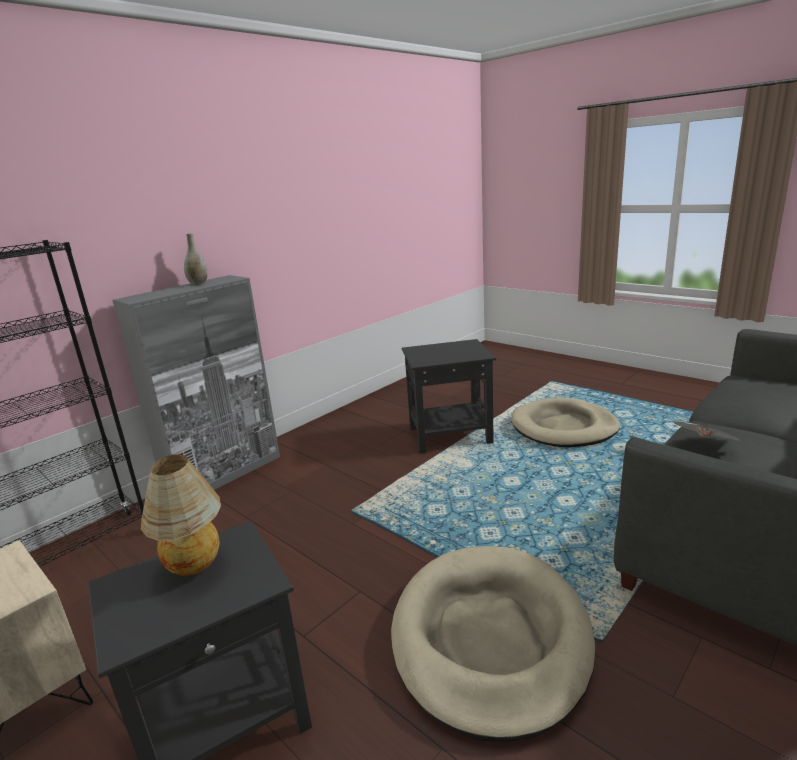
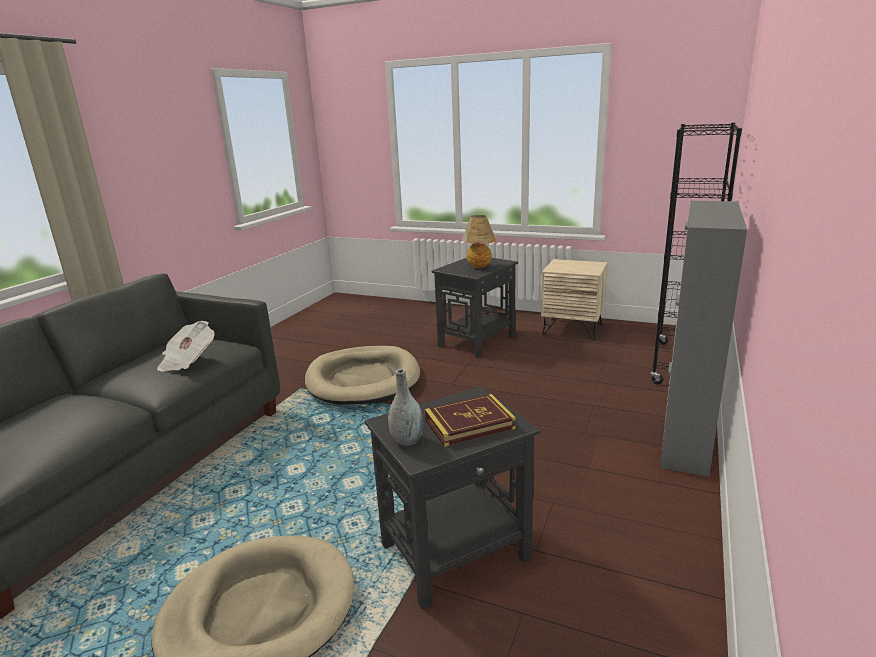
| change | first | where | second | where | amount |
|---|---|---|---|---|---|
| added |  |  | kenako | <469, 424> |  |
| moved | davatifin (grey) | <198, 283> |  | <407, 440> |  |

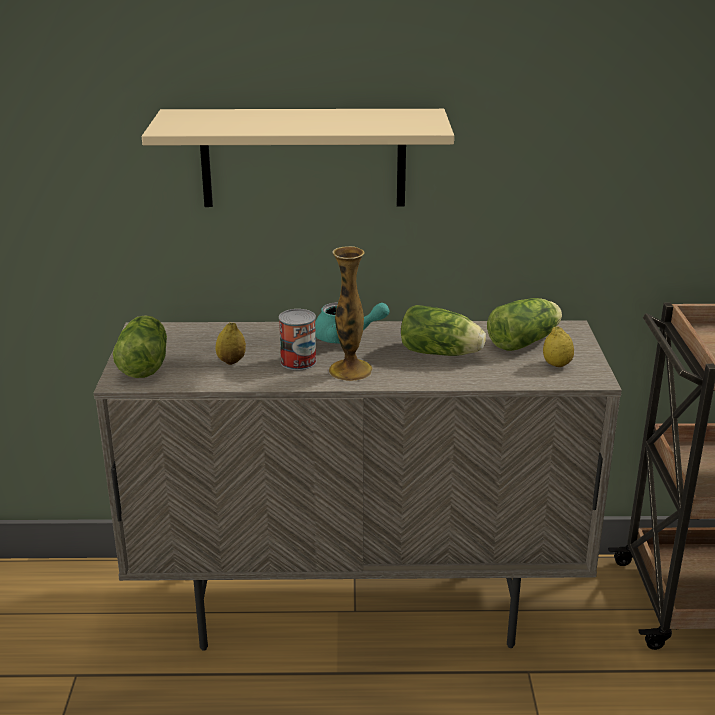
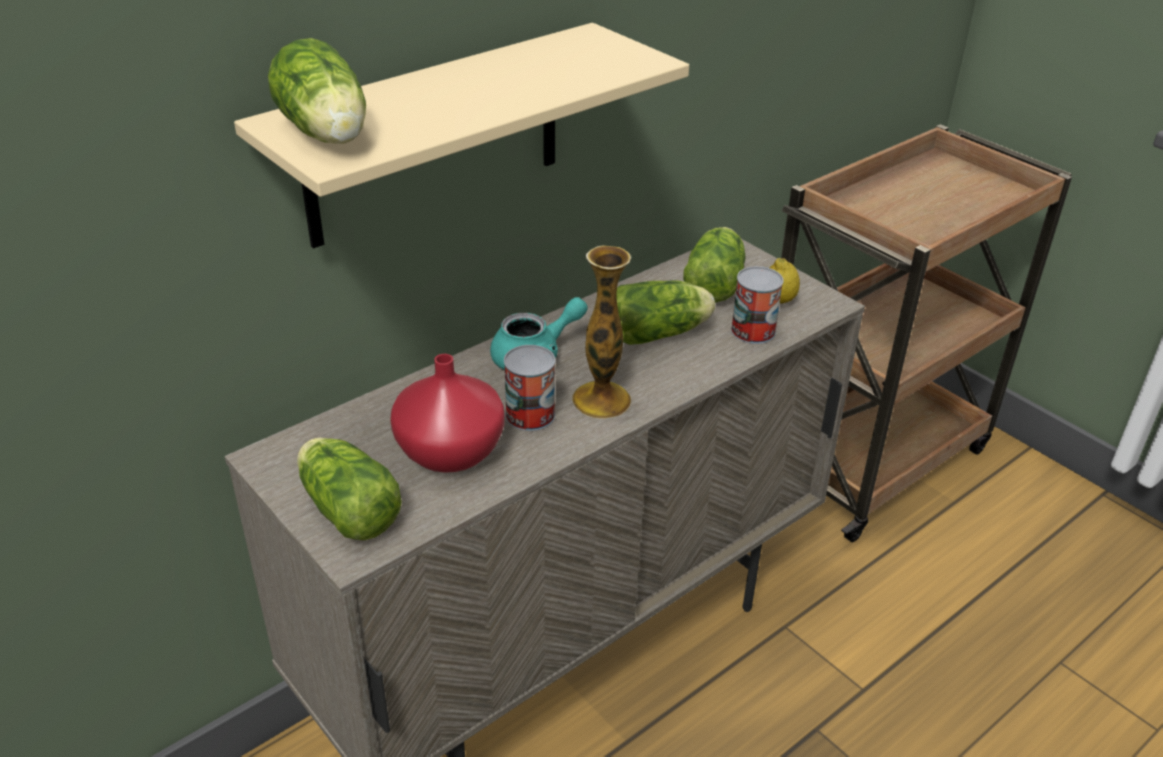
| change | first | where | second | where | amount |
|---|---|---|---|---|---|
| added |  |  | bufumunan | <327, 134> |  |
| added |  |  | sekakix | <753, 331> |  |
| replaced | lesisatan | <231, 361> | davatifin (red) | <452, 452> |  |

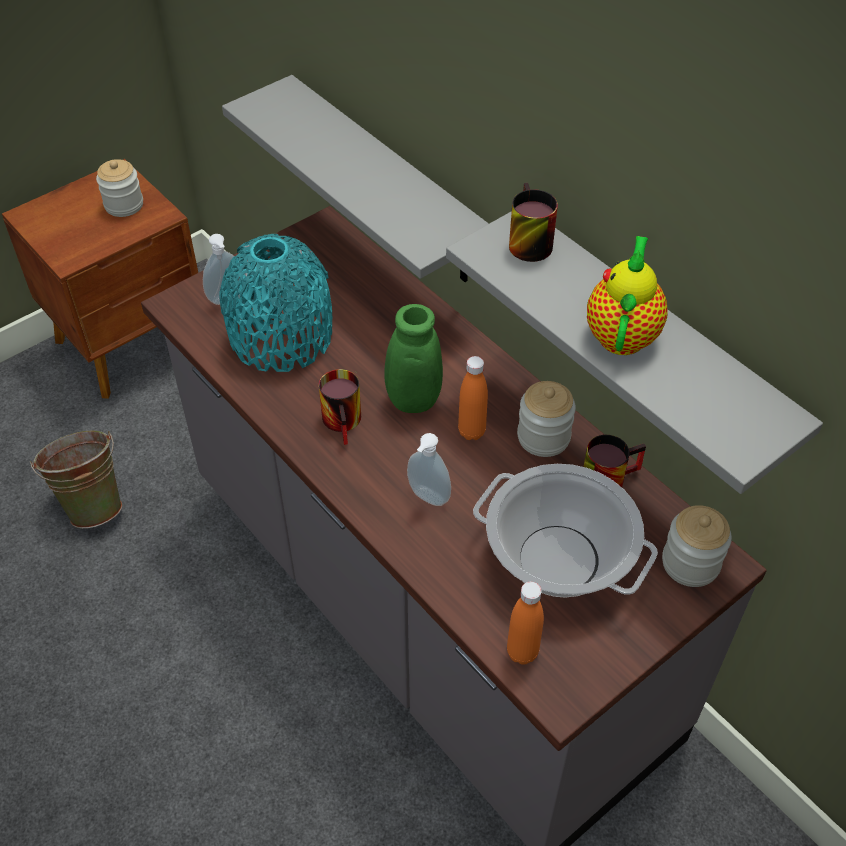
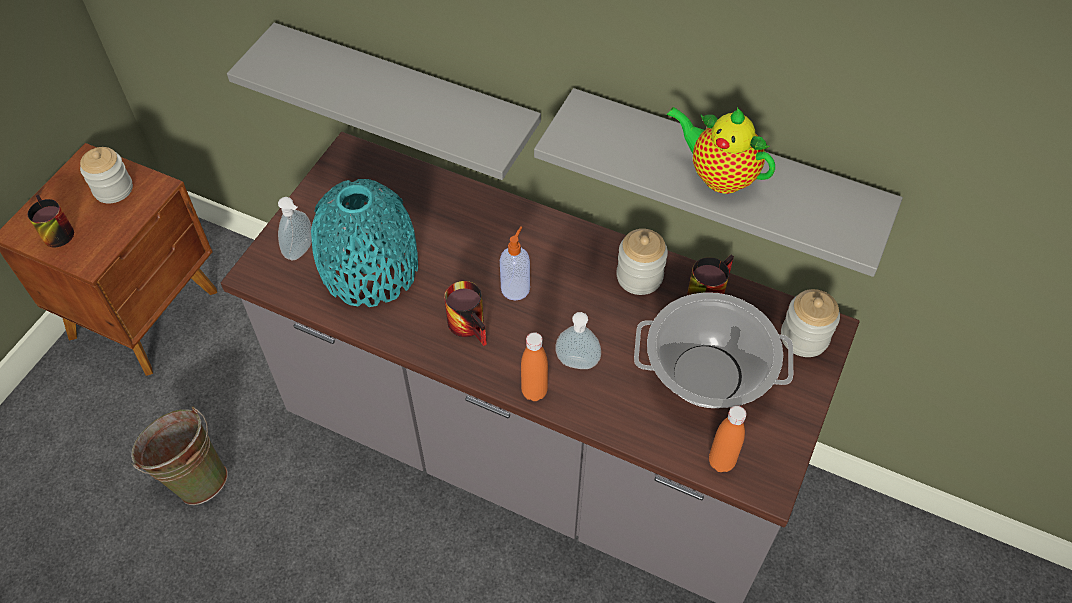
| change | first | where | second | where | amount |
|---|---|---|---|---|---|
| moved | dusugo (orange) | <471, 431> |  | <534, 391> |  |
| moved | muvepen | <525, 241> |  | <53, 232> |  |
| replaced | davatifin (green) | <410, 403> | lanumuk | <516, 288> |  |
| turned | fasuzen | <622, 333> |  | <718, 176> | 45 degrees counterclockwise |

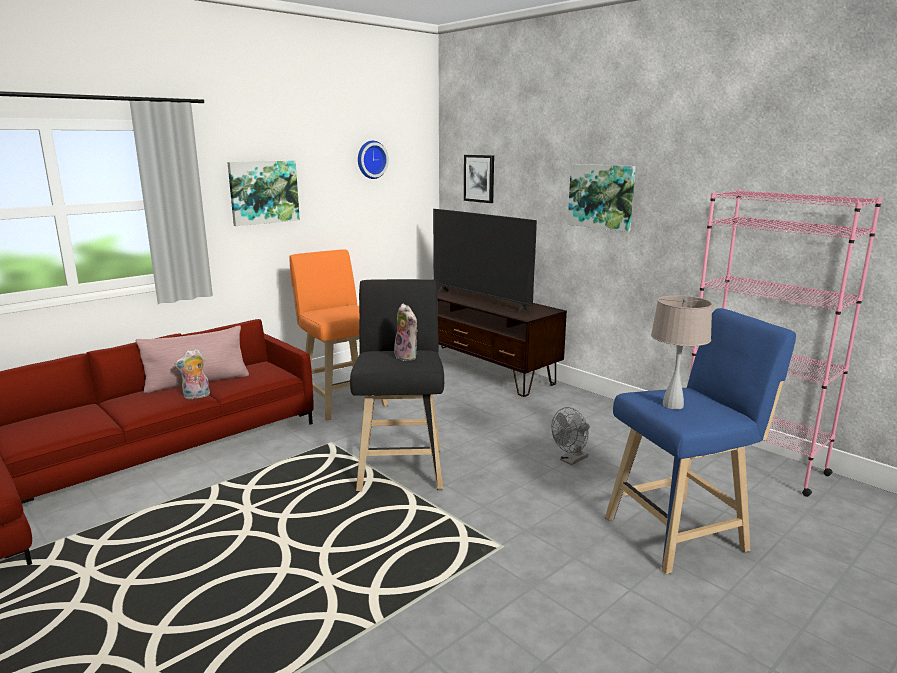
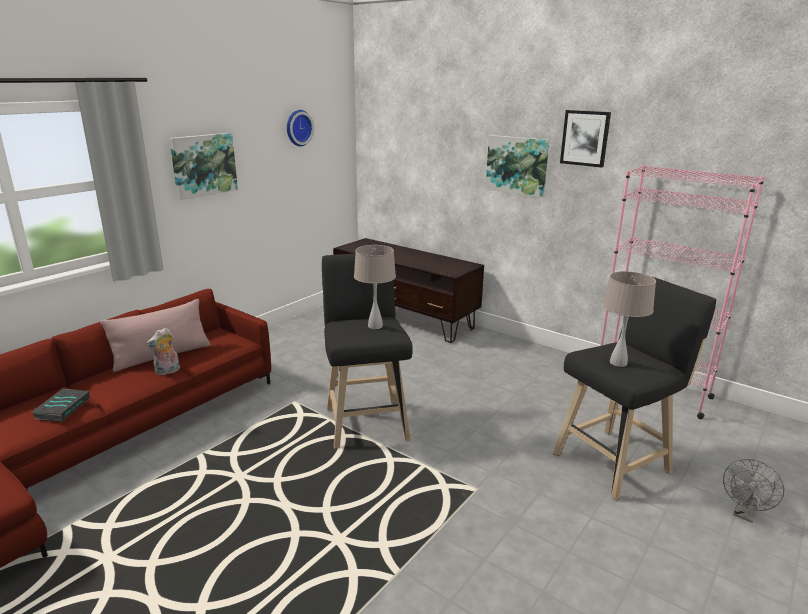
| change | first | where | second | where | amount |
|---|---|---|---|---|---|
| removed | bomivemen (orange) | <342, 400> |  |  |  |
| removed | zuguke | <481, 301> |  |  |  |
| added |  |  | kenako | <62, 408> |  |
| moved | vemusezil | <479, 178> |  | <585, 138> |  |
| moved | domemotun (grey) | <571, 460> |  | <745, 514> |  |
| replaced | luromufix | <408, 356> | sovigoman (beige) | <375, 326> |  |
| recoloured | bomivemen (blue) | <681, 533> | bomivemen (black) | <616, 461> |  |

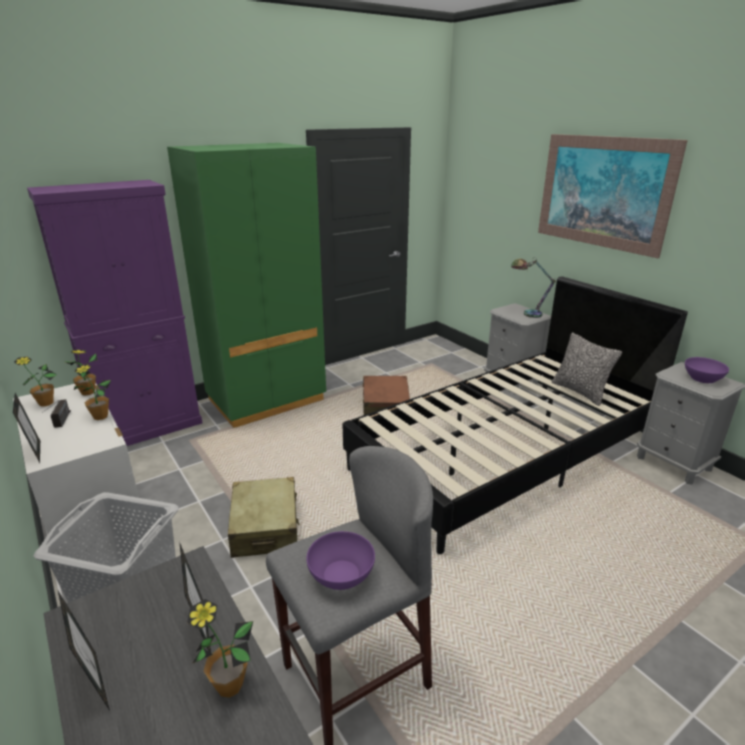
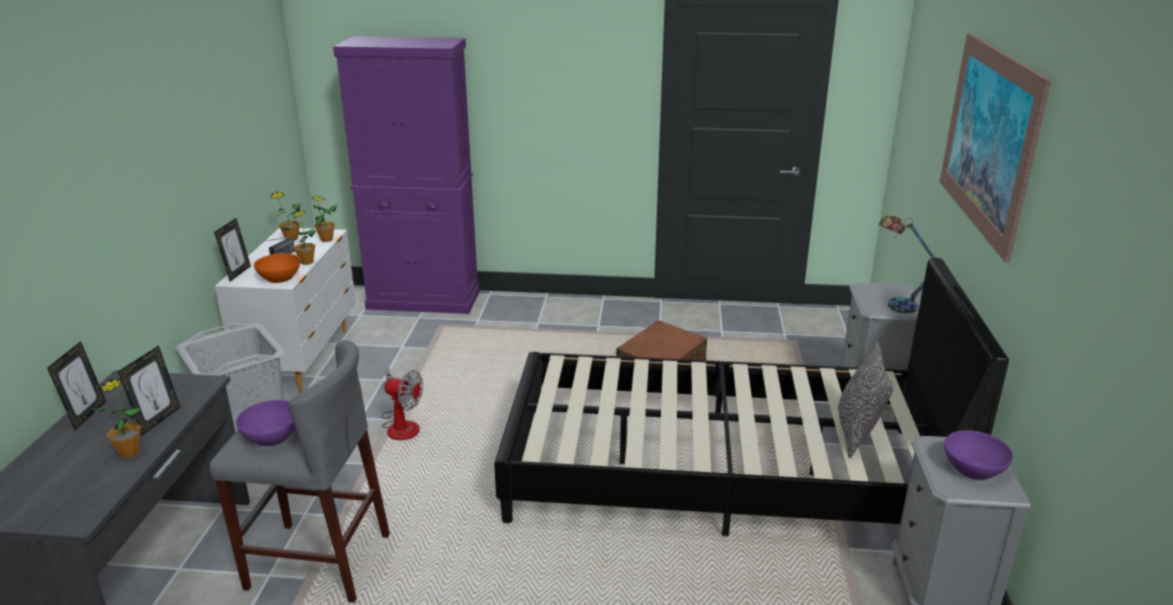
| change | first | where | second | where | amount |
|---|---|---|---|---|---|
| removed | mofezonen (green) | <266, 400> |  |  |  |
| added |  |  | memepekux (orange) | <280, 277> |  |
| replaced | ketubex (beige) | <265, 527> | domemotun | <401, 425> |  |

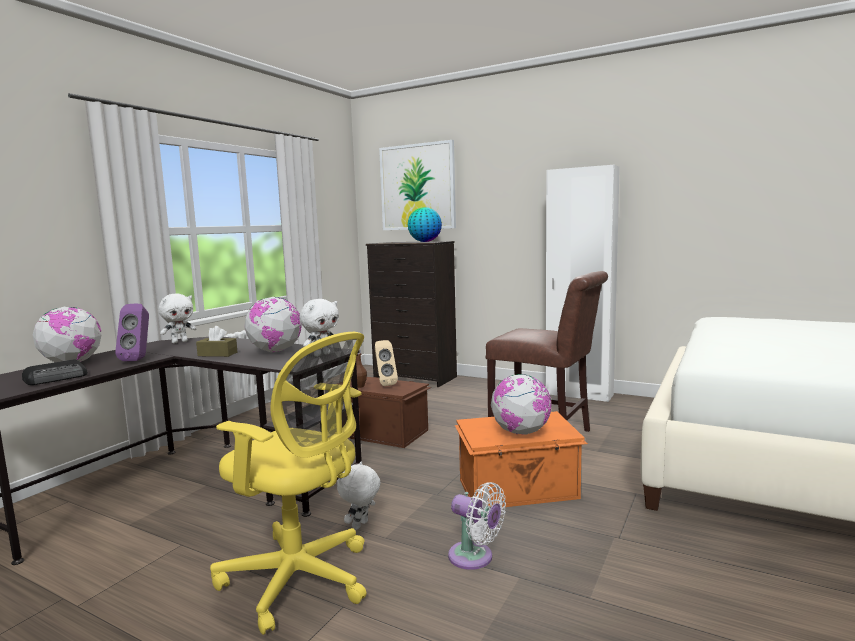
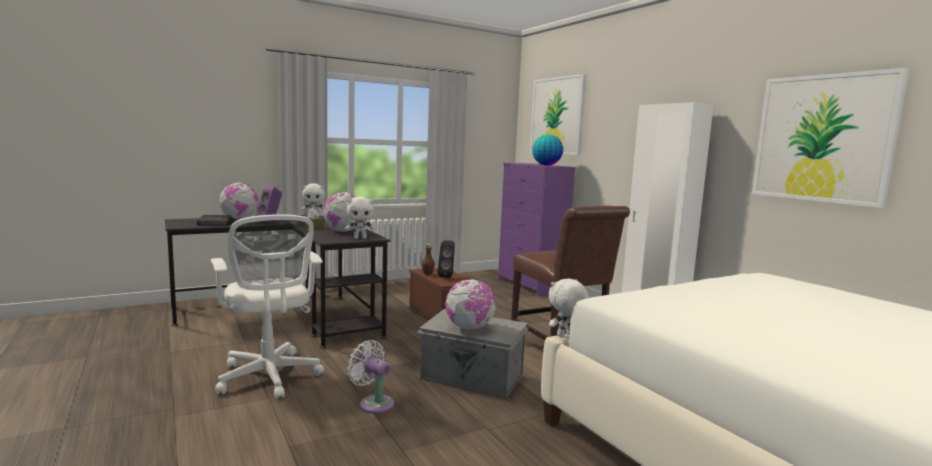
| change | first | where | second | where | amount |
|---|---|---|---|---|---|
| added |  |  | vemusezil | <823, 138> |  |
| moved | luromufix (white) | <361, 525> |  | <565, 335> |  |
| recoloured | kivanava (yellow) | <301, 580> | kivanava (white) | <269, 378> |  |
| recoloured | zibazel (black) | <415, 378> | zibazel (purple) | <530, 285> |  |
| recoloured | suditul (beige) | <384, 384> | suditul (black) | <446, 276> |  |
| recoloured | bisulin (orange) | <519, 490> | bisulin (grey) | <472, 378> |  |
| turned | domemotun (white) | <474, 558> |  | <373, 403> | 150 degrees clockwise |

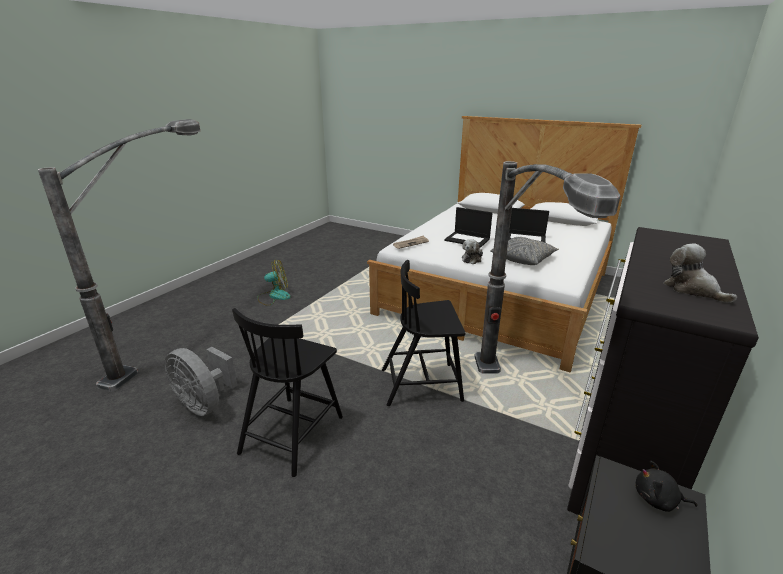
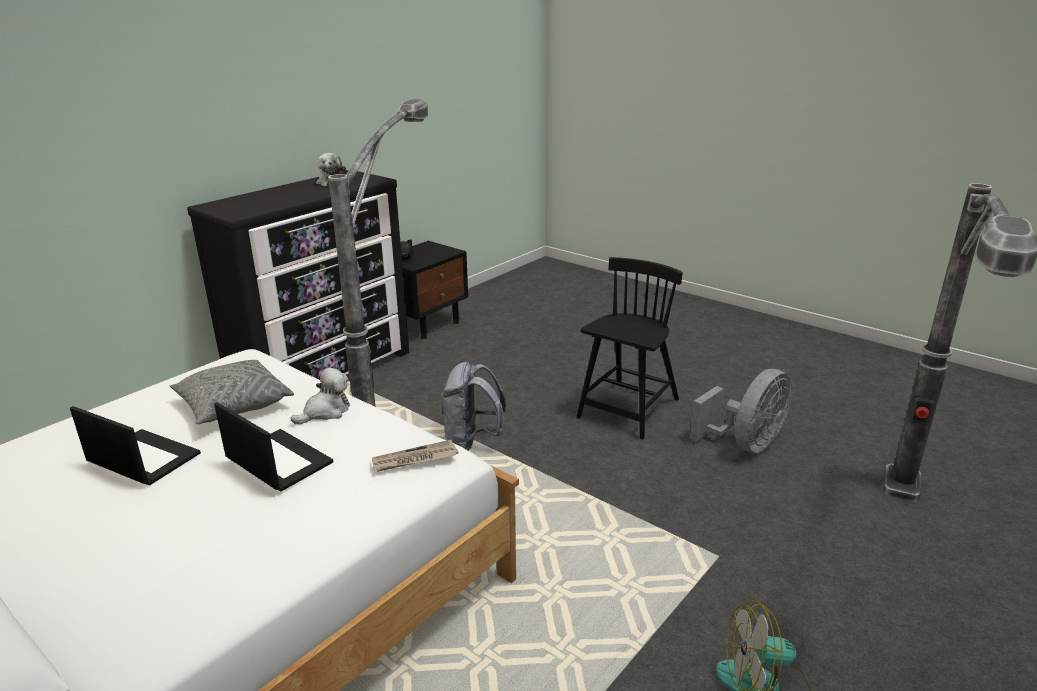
| change | first | where | second | where | amount |
|---|---|---|---|---|---|
| replaced | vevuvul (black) | <422, 384> | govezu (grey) | <472, 441> |  |
| turned | domemotun (grey) | <204, 404> |  | <746, 444> | 90 degrees clockwise |

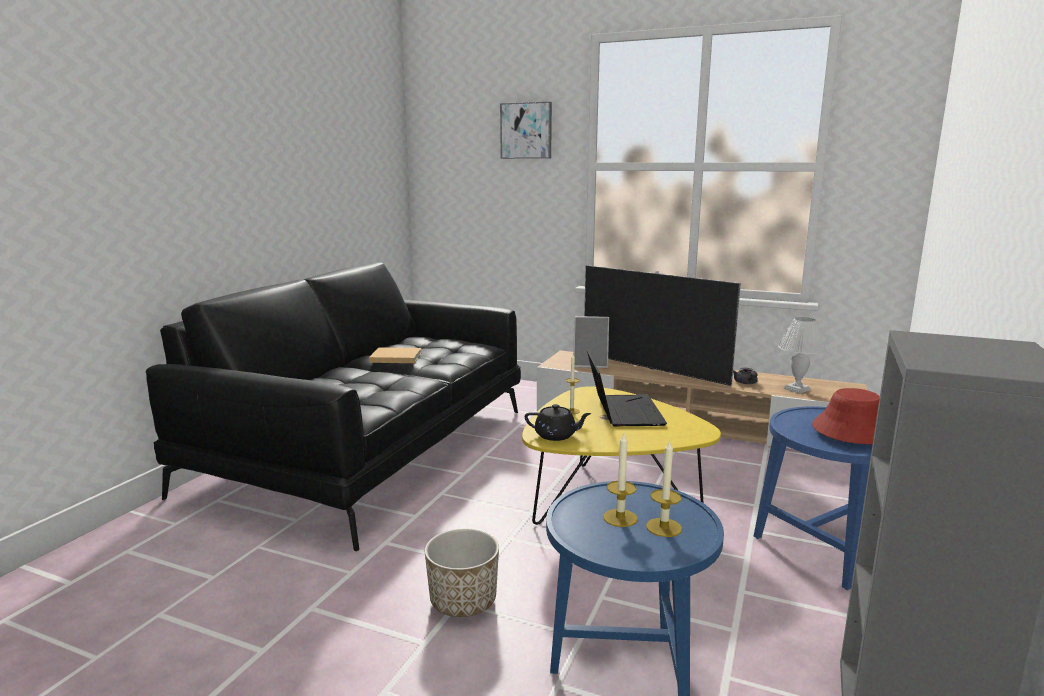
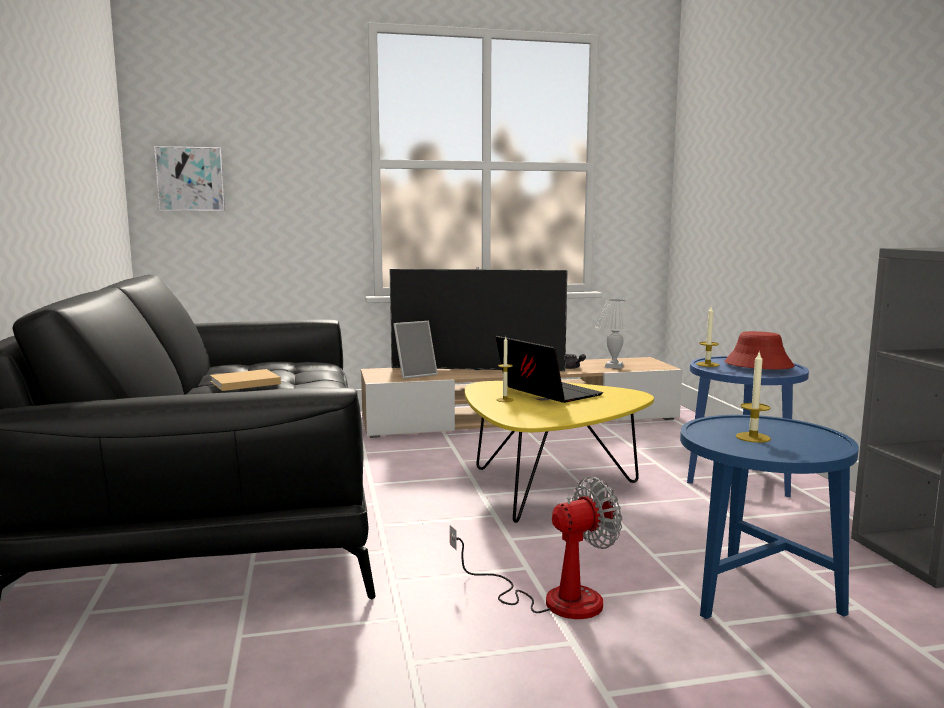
| change | first | where | second | where | amount |
|---|---|---|---|---|---|
| removed | fasuzen (black) | <556, 435> |  |  |  |
| moved | vemusezil | <526, 131> |  | <191, 179> |  |
| moved | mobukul | <664, 527> |  | <707, 364> |  |
| replaced | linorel | <463, 601> | domemotun | <552, 599> |  |

